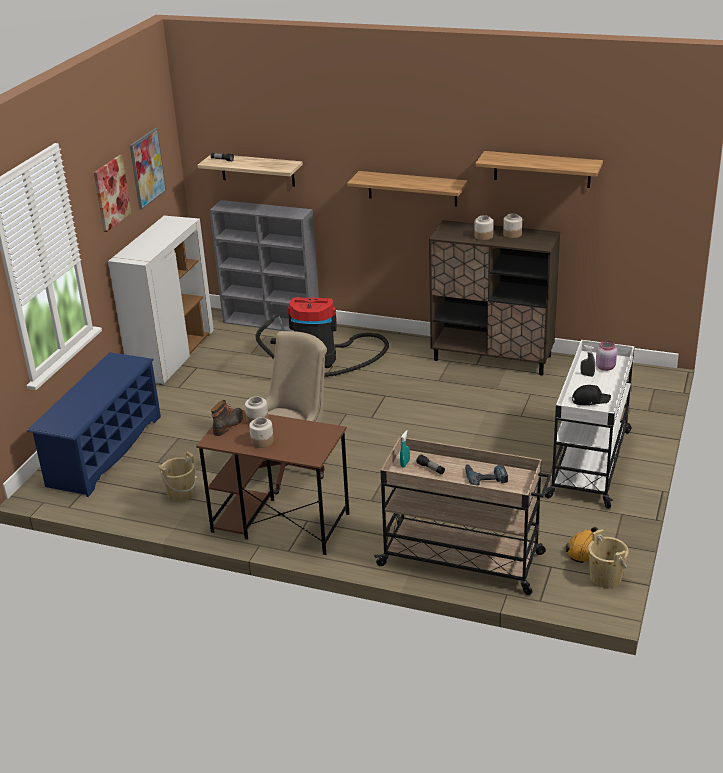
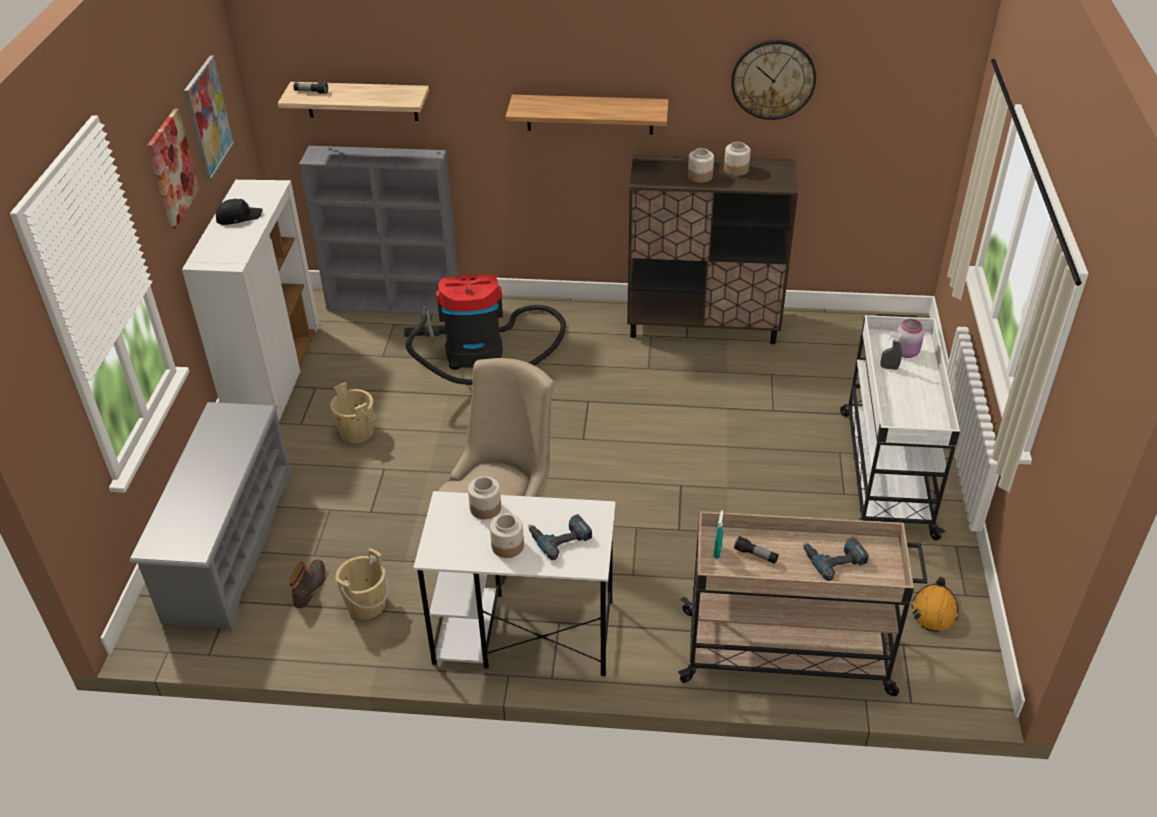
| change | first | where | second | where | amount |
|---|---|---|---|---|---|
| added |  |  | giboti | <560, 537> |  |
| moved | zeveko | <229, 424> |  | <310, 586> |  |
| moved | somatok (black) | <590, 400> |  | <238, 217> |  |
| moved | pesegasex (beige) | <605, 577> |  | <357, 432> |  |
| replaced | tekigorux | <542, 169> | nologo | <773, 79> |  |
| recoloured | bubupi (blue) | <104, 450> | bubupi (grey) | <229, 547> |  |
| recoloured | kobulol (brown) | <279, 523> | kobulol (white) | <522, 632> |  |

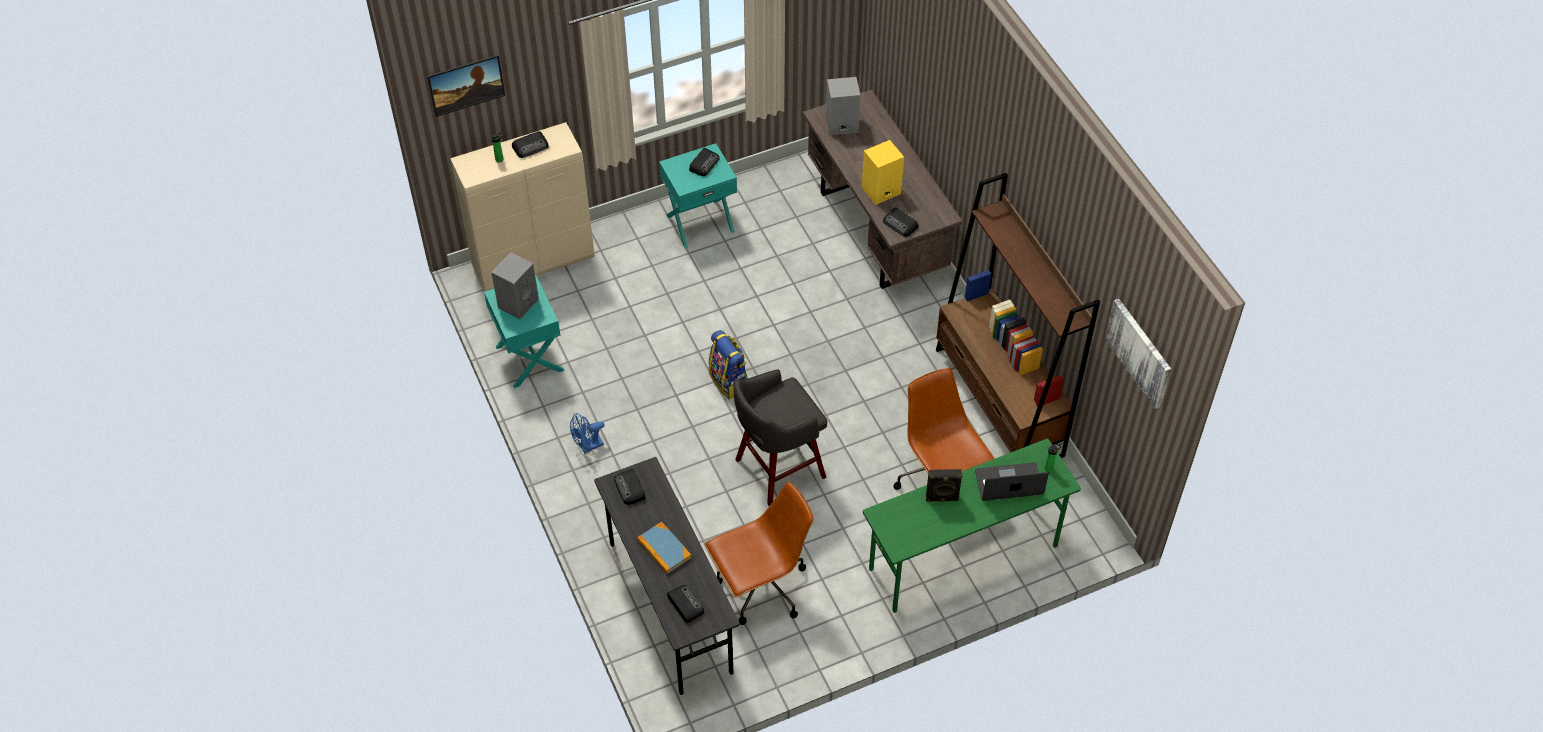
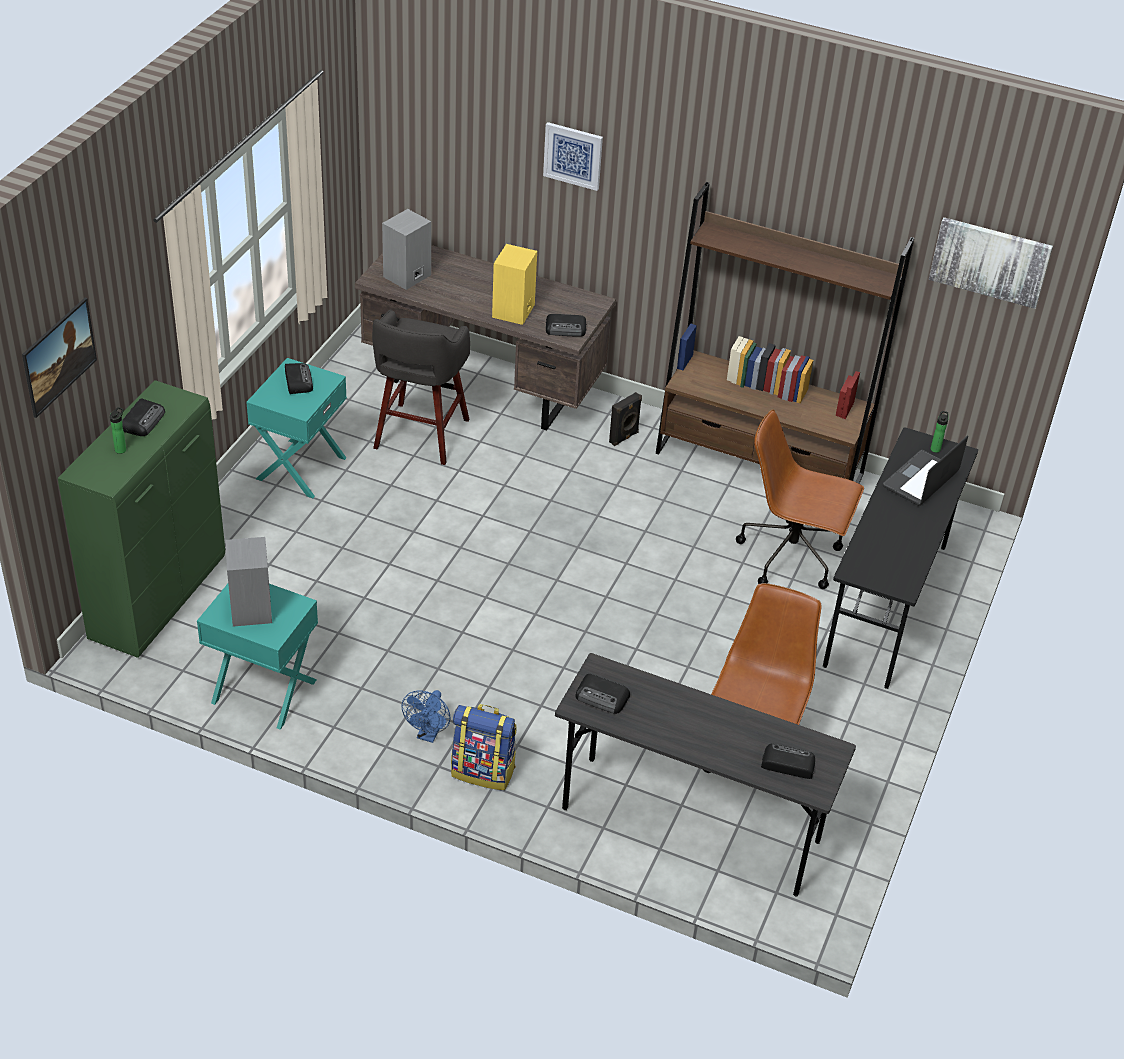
| change | first | where | second | where | amount |
|---|---|---|---|---|---|
| removed | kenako | <664, 549> |  |  |  |
| added |  |  | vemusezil | <573, 155> |  |
| moved | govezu | <729, 381> |  | <484, 771> |  |
| moved | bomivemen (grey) | <777, 469> |  | <420, 436> |  |
| moved | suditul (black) | <942, 499> |  | <624, 438> |  |
| recoloured | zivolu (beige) | <534, 261> | zivolu (green) | <159, 598> |  |
| recoloured | kobulol (green) | <963, 559> | kobulol (black) | <886, 606> |  |

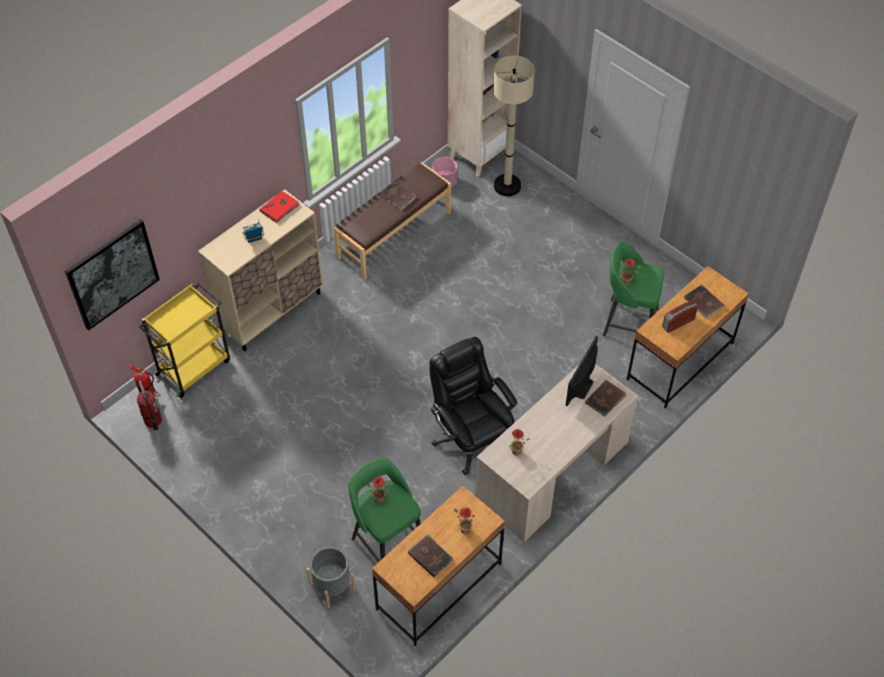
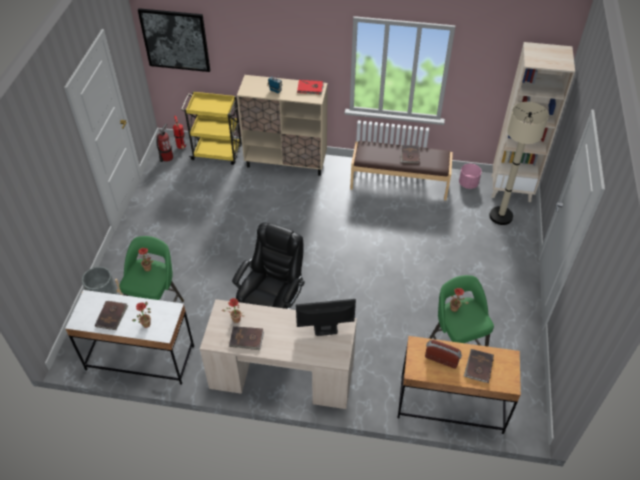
| change | first | where | second | where | amount |
|---|---|---|---|---|---|
| moved | kenako (brown) | <605, 399> |  | <246, 339> |  |
| recoloured | kobulol (brown) | <438, 586> | kobulol (white) | <140, 358> |  |

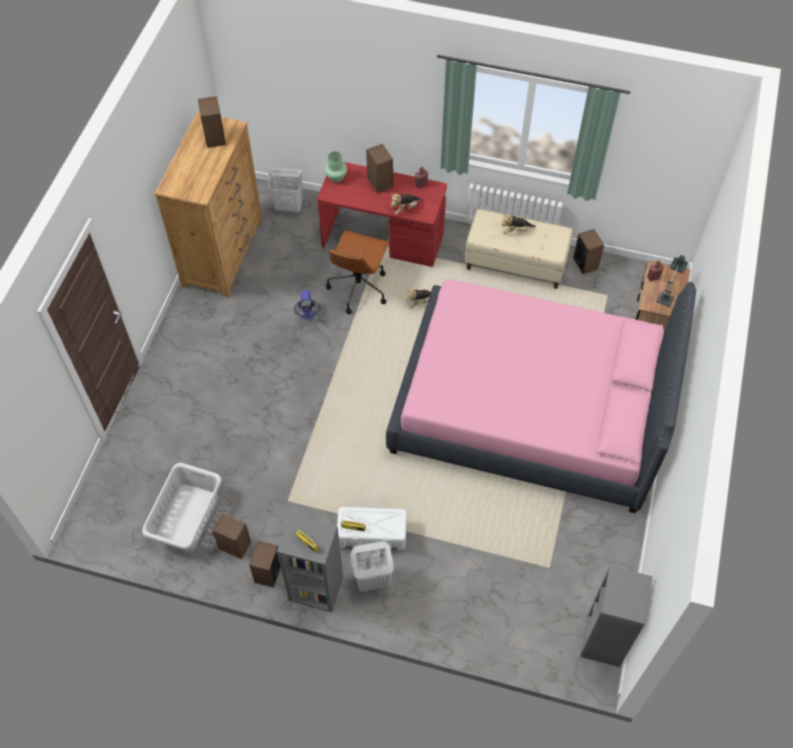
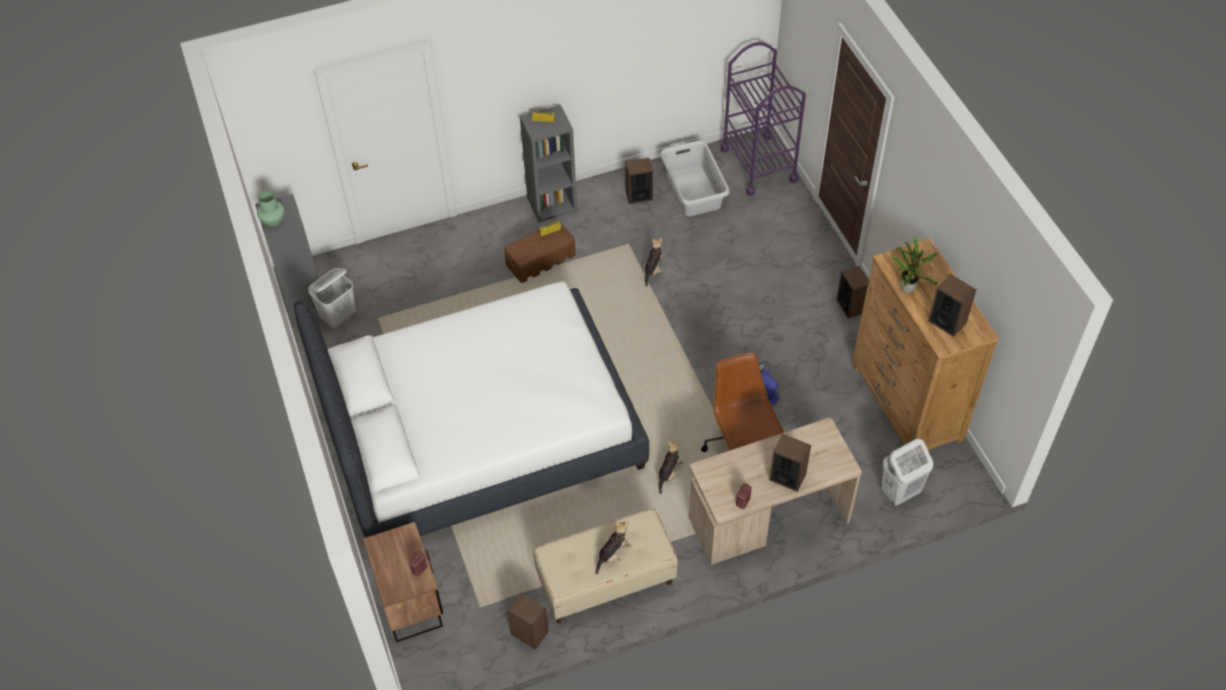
| change | first | where | second | where | amount |
|---|---|---|---|---|---|
| removed | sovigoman | <666, 296> |  |  |  |
| added |  |  | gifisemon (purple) | <758, 164> |  |
| added |  |  | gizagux | <907, 287> |  |
| moved | suditul | <268, 573> |  | <851, 306> |  |
| moved | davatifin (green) | <336, 177> |  | <273, 221> |  |
| moved | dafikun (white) | <372, 580> |  | <339, 317> |  |
| moved | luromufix | <405, 208> |  | <653, 270> |  |
| recoloured | kobulol (red) | <383, 239> | kobulol (beige) | <768, 519> |  |
| recoloured | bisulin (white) | <372, 534> | bisulin (brown) | <540, 260> |  |
| recoloured | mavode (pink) | <530, 409> | mavode (white) | <481, 434> |  |

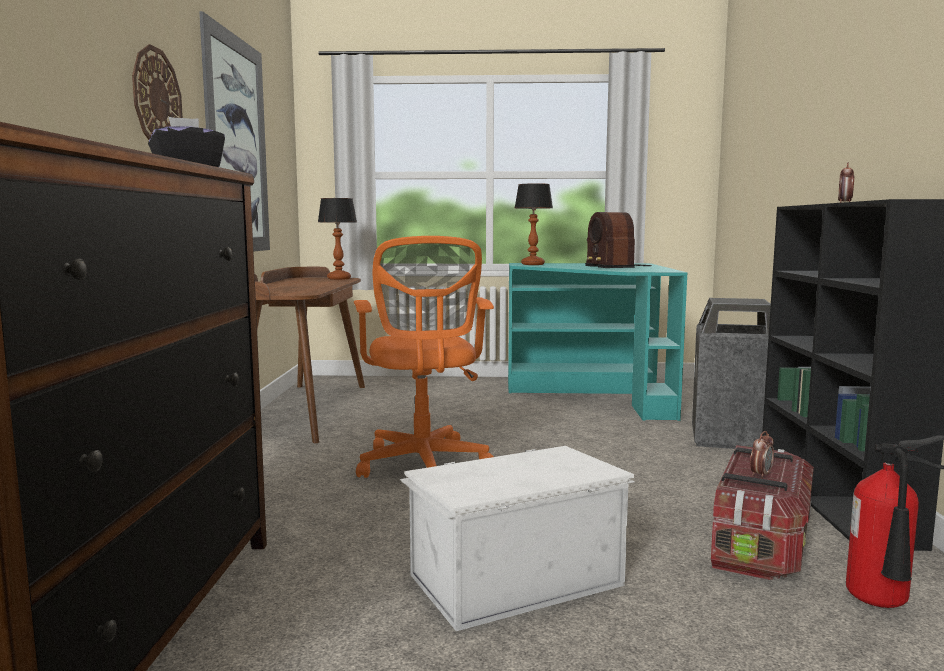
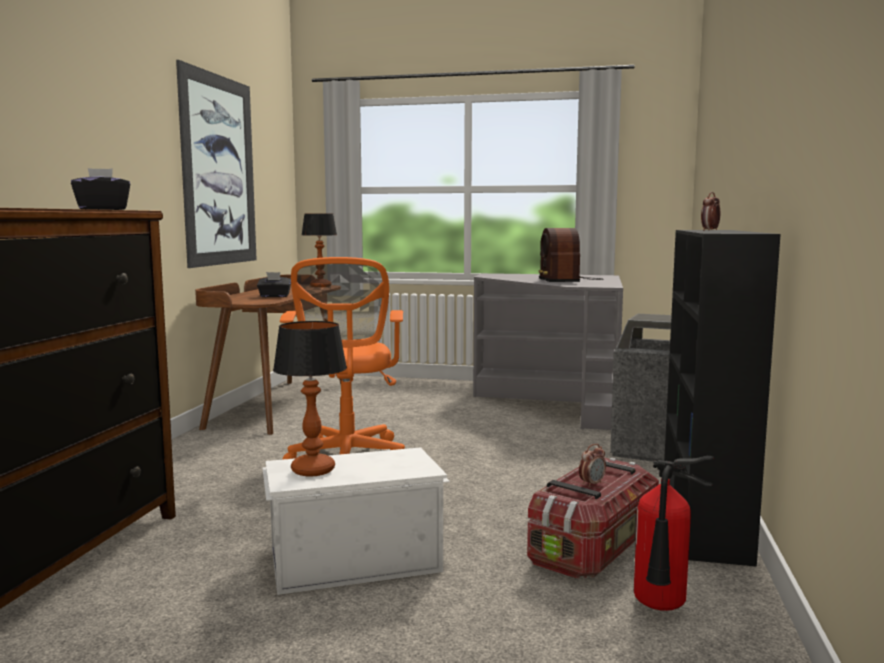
| change | first | where | second | where | amount |
|---|---|---|---|---|---|
| removed | nologo | <156, 99> |  |  |  |
| added |  |  | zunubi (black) | <274, 296> |  |
| moved | sovigoman | <533, 264> |  | <314, 470> |  |
| recoloured | kobulol (turquoise) | <594, 396> | kobulol (grey) | <552, 404> |  |

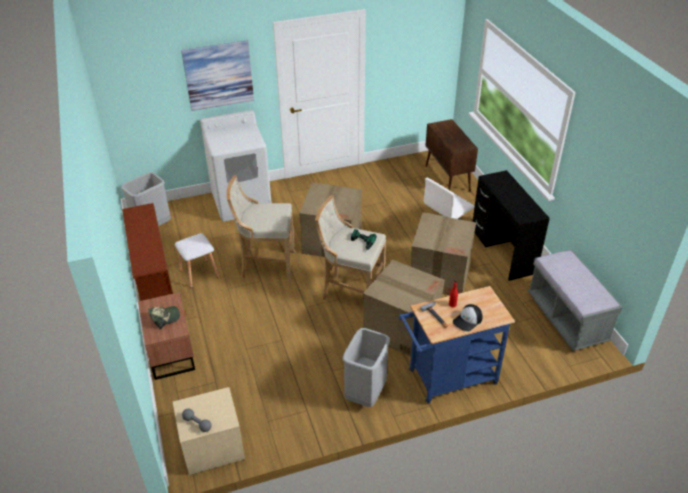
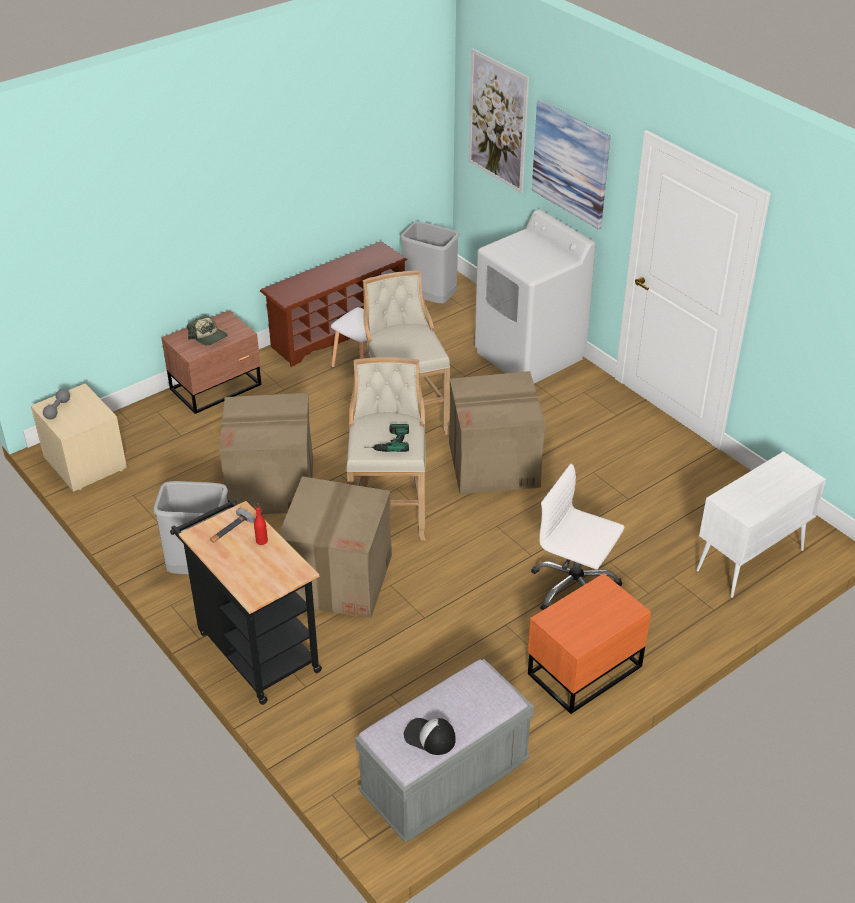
| change | first | where | second | where | amount |
|---|---|---|---|---|---|
| added |  |  | vemusezil | <498, 121> |  |
| moved | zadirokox | <440, 274> |  | <272, 485> |  |
| moved | somatok | <468, 320> |  | <429, 737> |  |
| replaced | kobulol (black) | <503, 251> | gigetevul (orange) | <582, 669> |  |
| recoloured | gifisemon (blue) | <447, 379> | gifisemon (black) | <254, 648> |  |
| recoloured | zivolu (brown) | <447, 179> | zivolu (white) | <749, 561> |  |

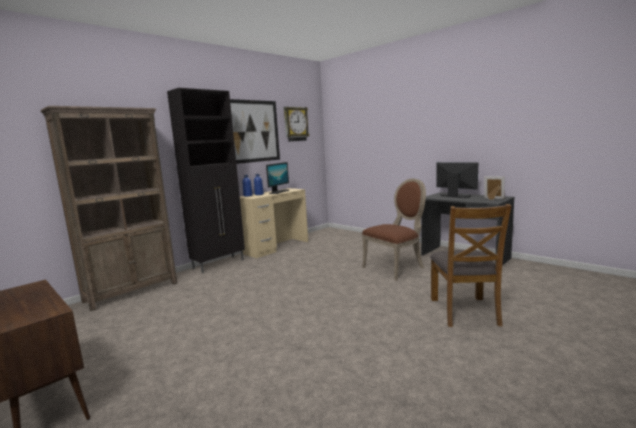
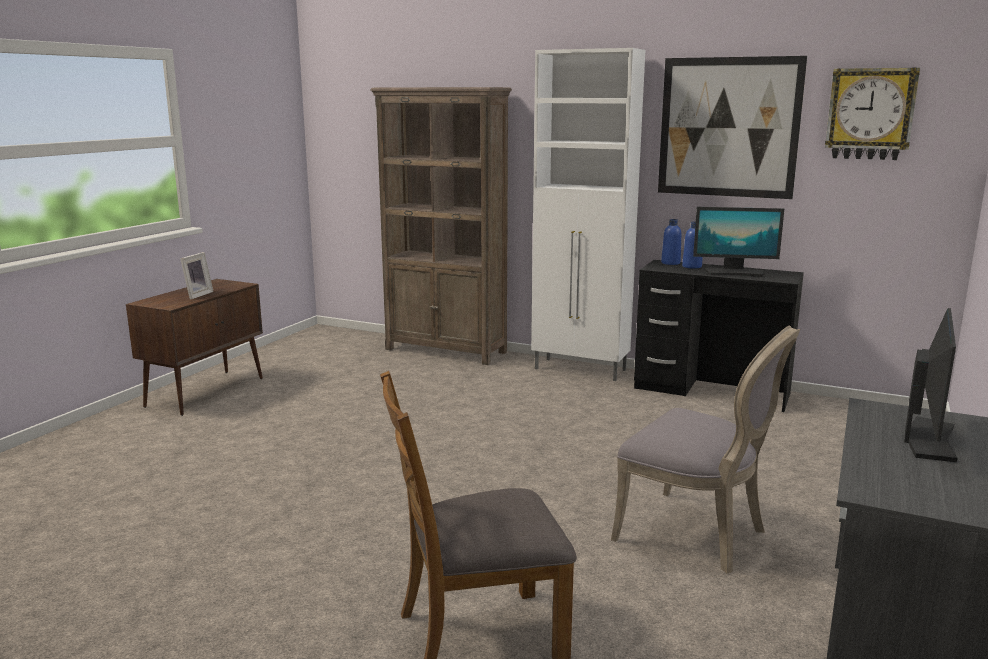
| change | first | where | second | where | amount |
|---|---|---|---|---|---|
| moved | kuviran | <493, 199> |  | <196, 295> |  |
| recoloured | zivolu (black) | <219, 264> | zivolu (white) | <581, 370> |  |
| recoloured | kobulol (beige) | <276, 247> | kobulol (black) | <711, 391> |  |
| recoloured | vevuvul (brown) | <396, 267> | vevuvul (grey) | <697, 534> |  |

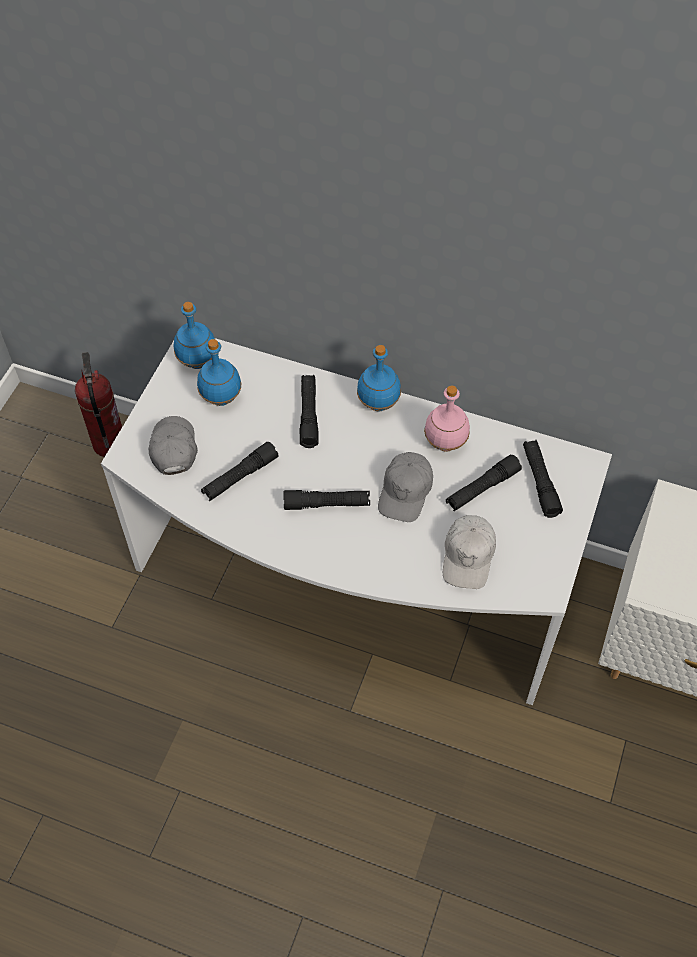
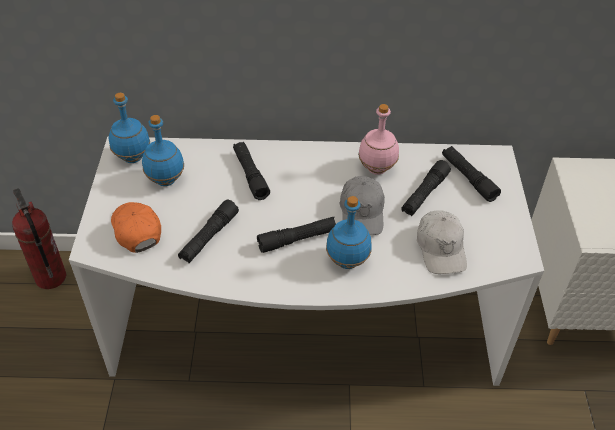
| change | first | where | second | where | amount |
|---|---|---|---|---|---|
| moved | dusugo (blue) | <377, 404> |  | <347, 262> |  |
| recoloured | somatok (grey) | <173, 449> | somatok (orange) | <136, 230> |  |

